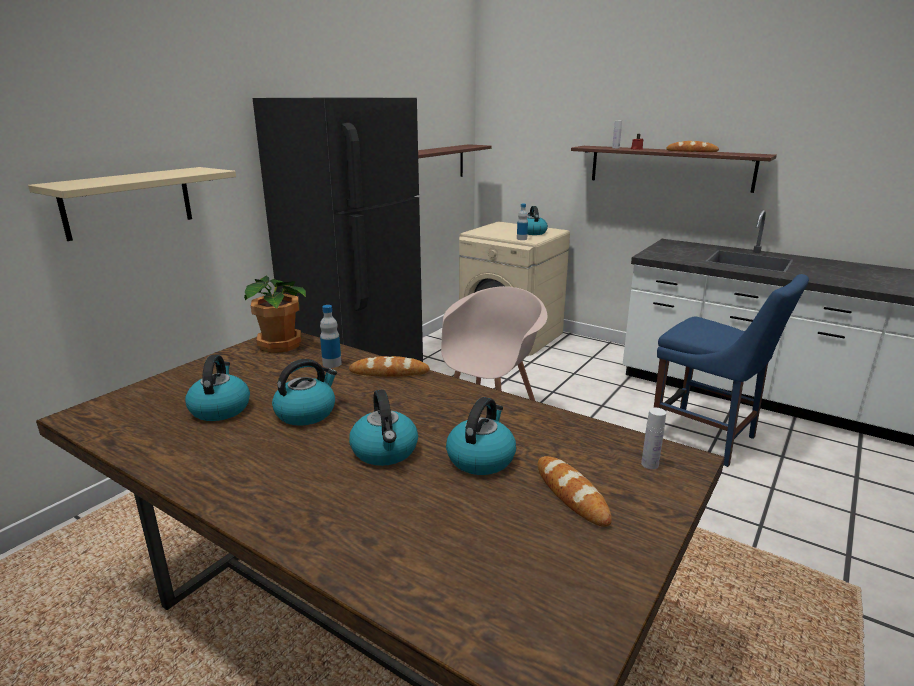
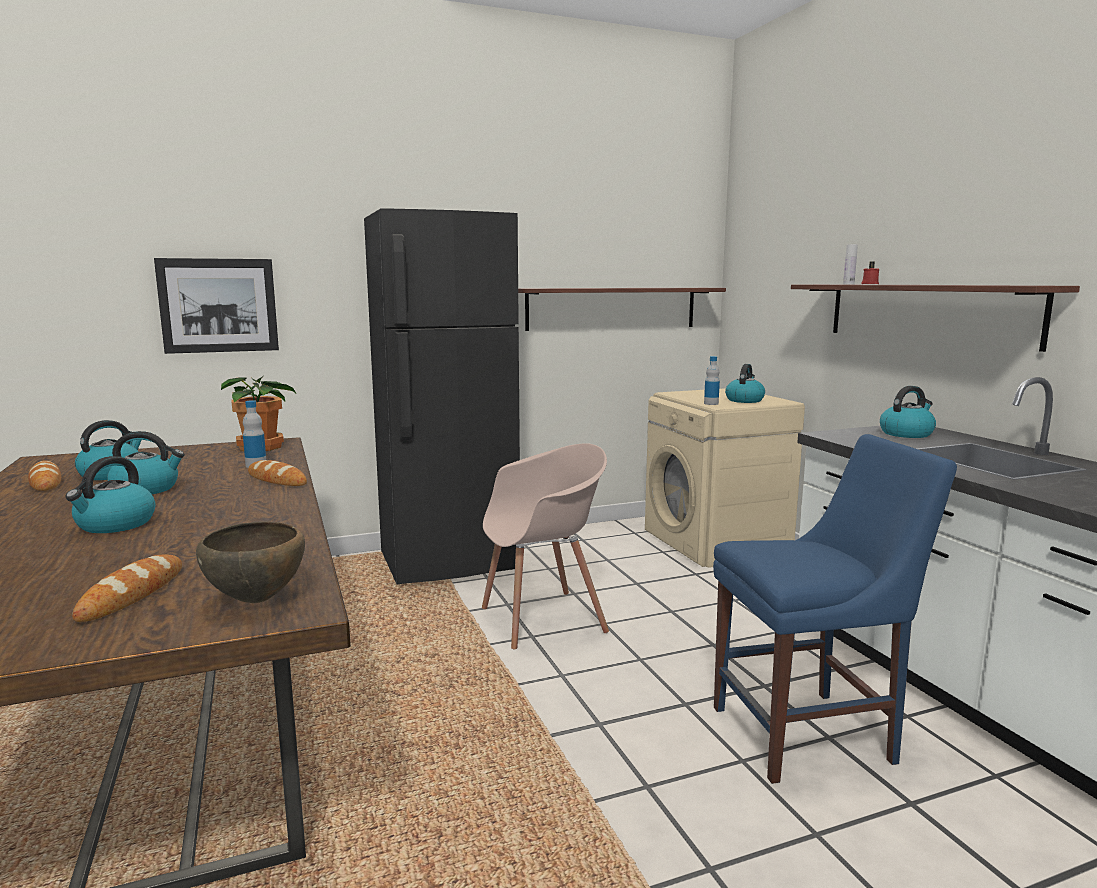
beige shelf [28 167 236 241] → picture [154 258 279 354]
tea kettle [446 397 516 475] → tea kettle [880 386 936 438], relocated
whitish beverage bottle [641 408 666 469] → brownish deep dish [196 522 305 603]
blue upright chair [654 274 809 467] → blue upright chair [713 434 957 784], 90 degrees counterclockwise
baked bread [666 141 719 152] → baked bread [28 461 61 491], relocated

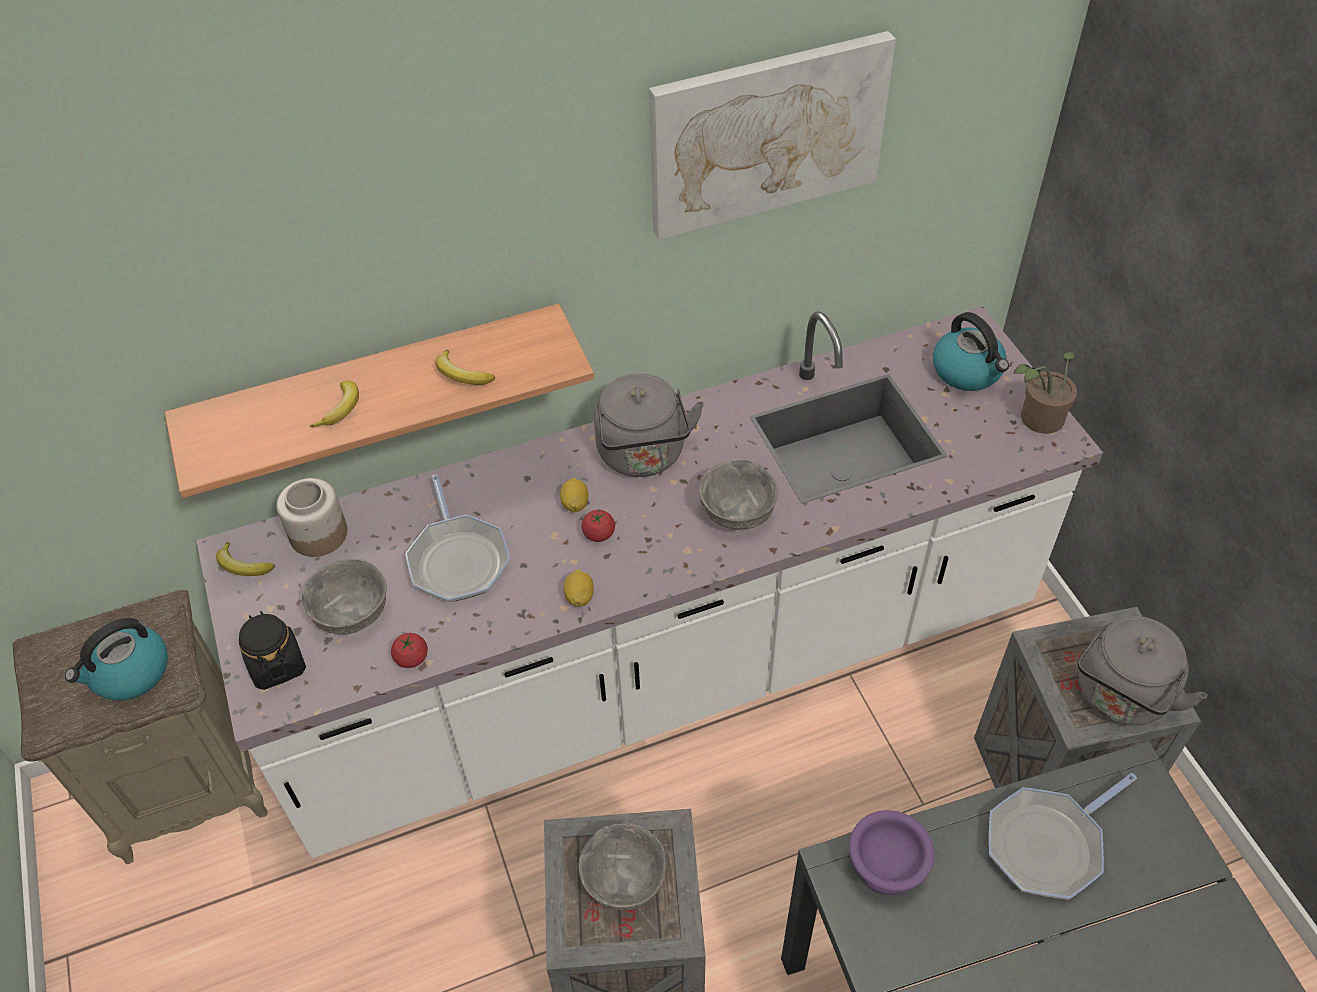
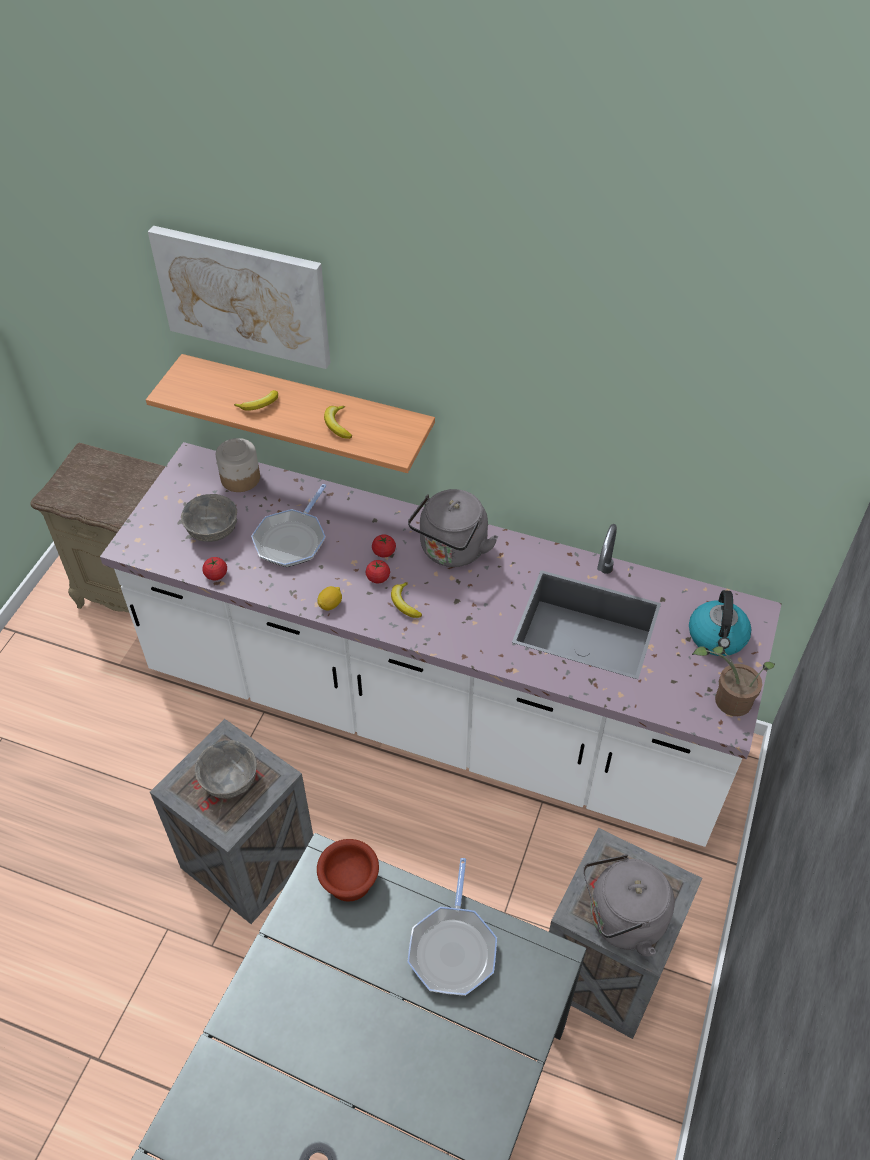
tea kettle [65 618 168 701] → -
banana fruit [216 542 275 576] → banana fruit [391 582 422 618], relocated
black preserve jar [239 611 306 690] → -
lemon [560 478 589 512] → tomato [372 534 396 558]
picture [649 31 896 239] → picture [148 226 331 369], relocated
grey deep dish [699 460 778 530] → -
purplish deep dish [849 810 934 895] → brownish deep dish [317 839 379 902]
pan [989 773 1137 900] → pan [408 858 497 996], 90 degrees counterclockwise

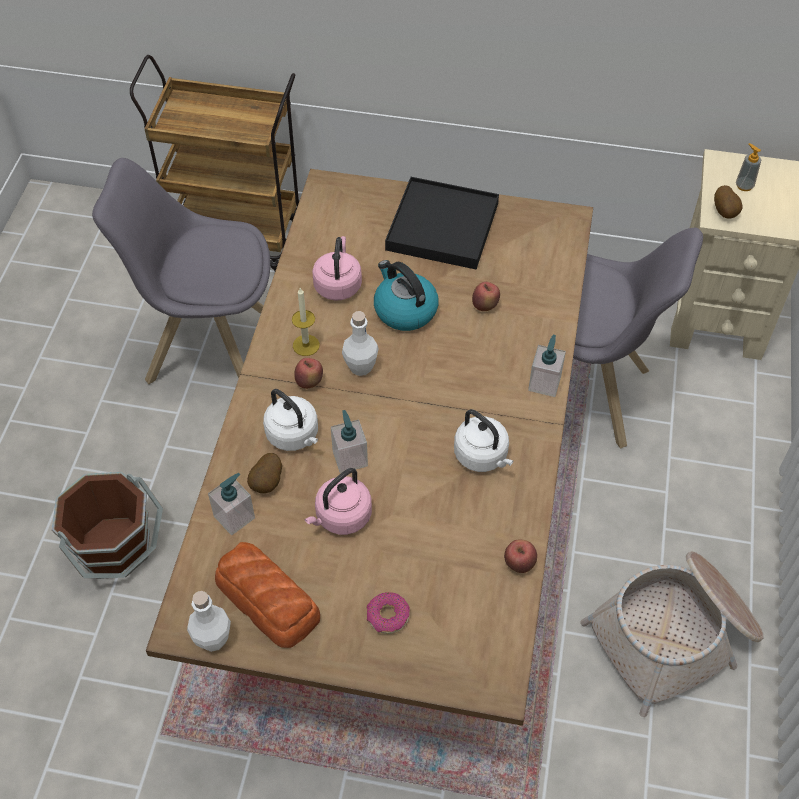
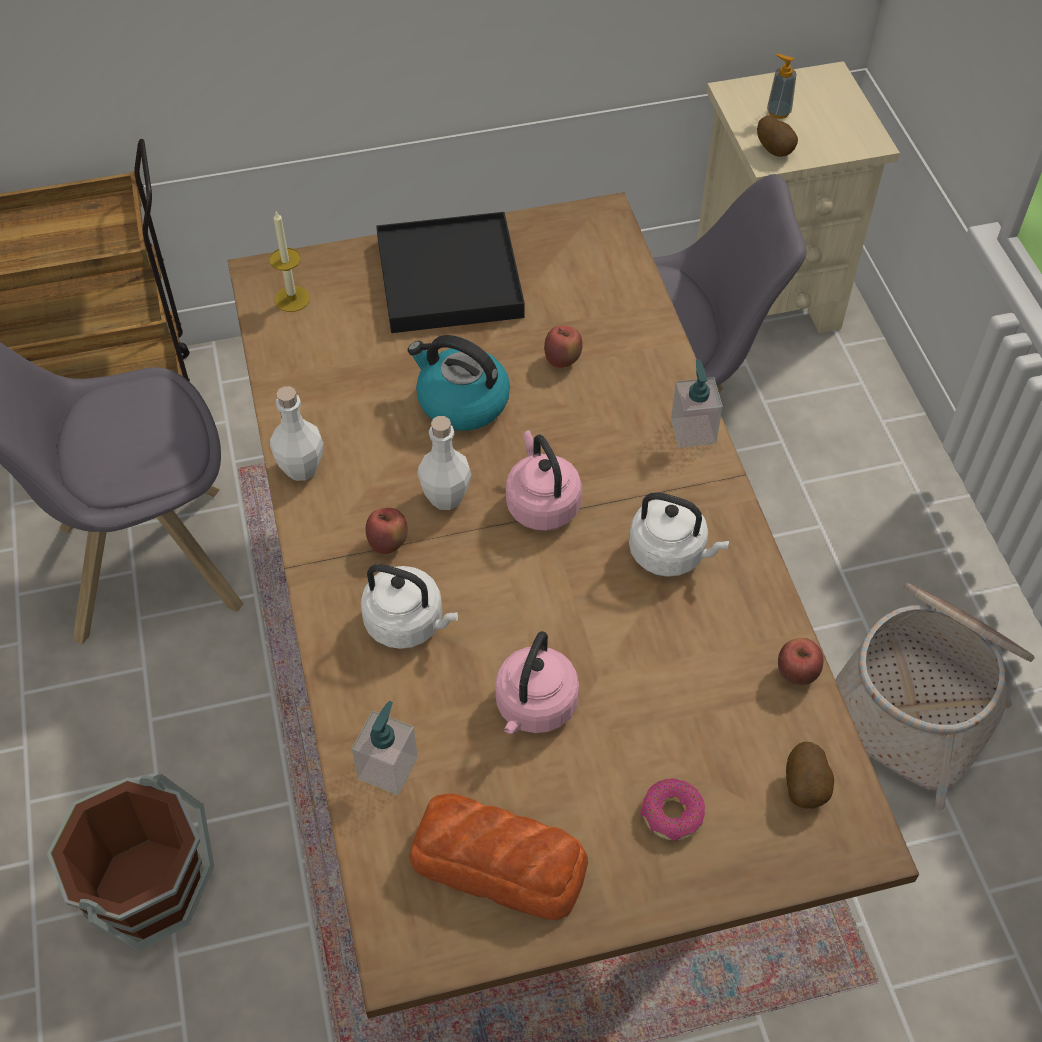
whitish beverage bottle [187 591 231 652] → whitish beverage bottle [270 386 323 481], relocated
whole potato [247 453 282 493] → whole potato [786 742 834 809], relocated
wax light [292 288 320 356] → wax light [269 210 310 312], relocated
pink-coloured tea kettle [312 236 362 301] → pink-coloured tea kettle [506 430 582 531], relocated
liquid soap bottle [331 410 368 473] → -

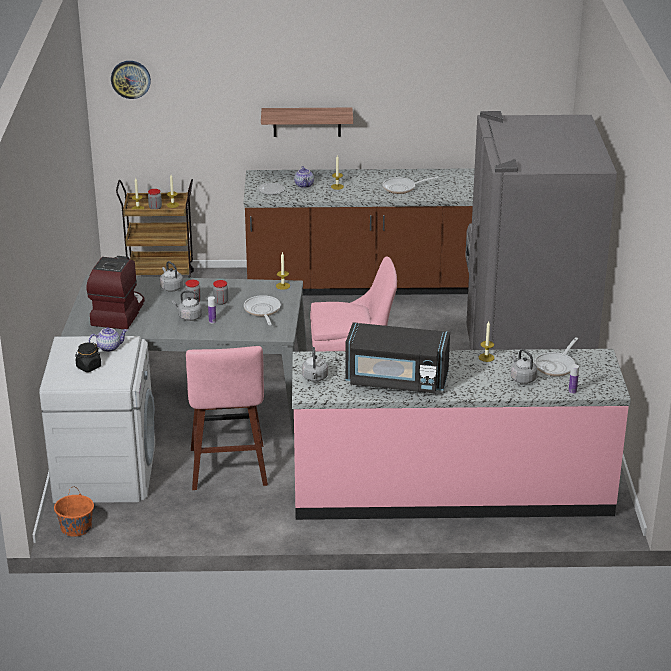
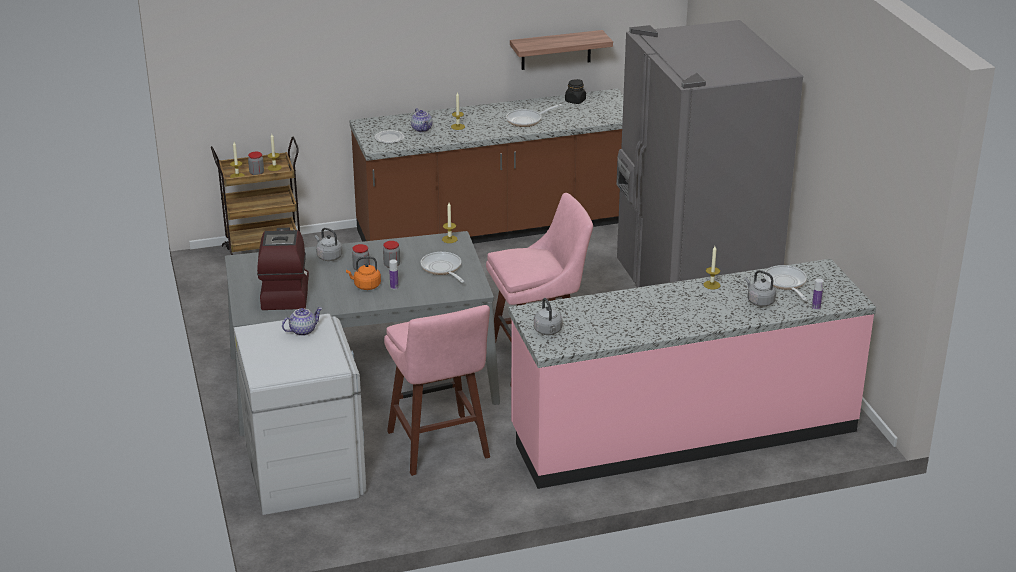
orange-coloured water bucket [54 486 94 537] → -
black preserve jar [75 342 101 372] → black preserve jar [565 79 586 104], relocated
wall clock [111 61 151 99] → -
grey tea kettle [172 291 202 321] → orange-coloured tea kettle [346 256 381 290]
shelf [261 108 353 137] → shelf [510 30 613 70], relocated
black microwave oven [345 322 450 393] → -
pan [535 337 578 376] → pan [764 265 807 301], 150 degrees clockwise

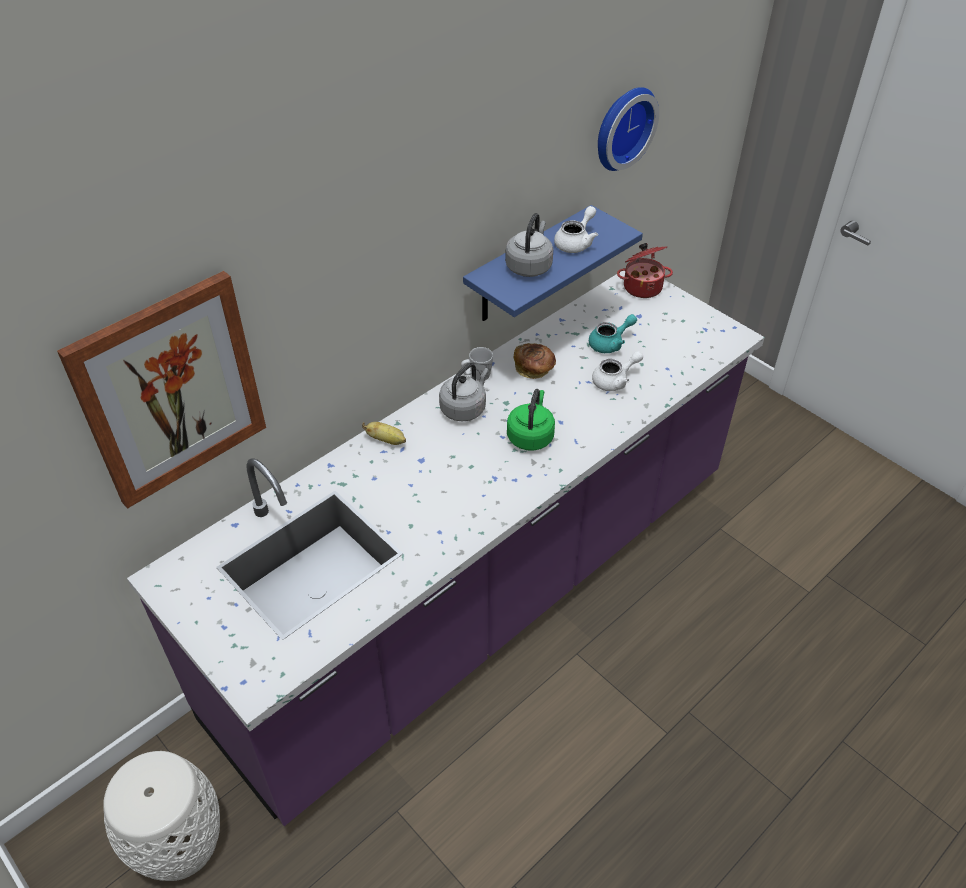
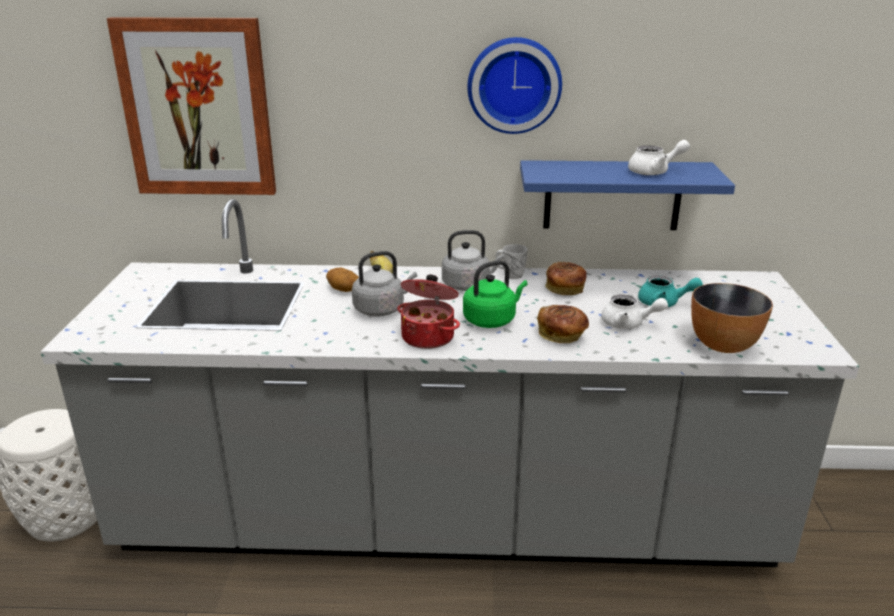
purplish kitchen counter [127 271 765 826] → grey kitchen counter [40 199 859 567]
grey tea kettle [505 213 553 277] → grey tea kettle [352 251 417 316], relocated
wall clock [598 87 659 171] → wall clock [468 37 562 134], relocated
stockpot [617 243 673 298] → stockpot [397 275 460 349], relocated
- → whole potato [326 268 359 292]
- → baked bread [537 305 589 343]
- → deep dish [691 283 773 353]

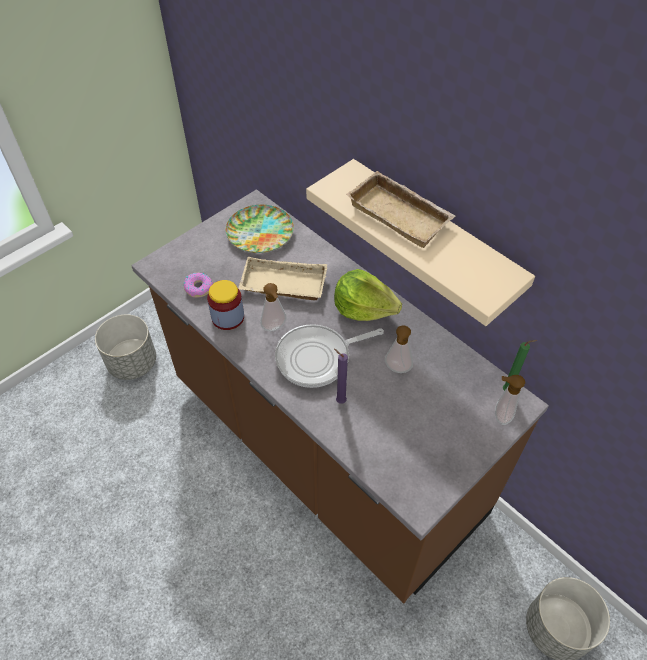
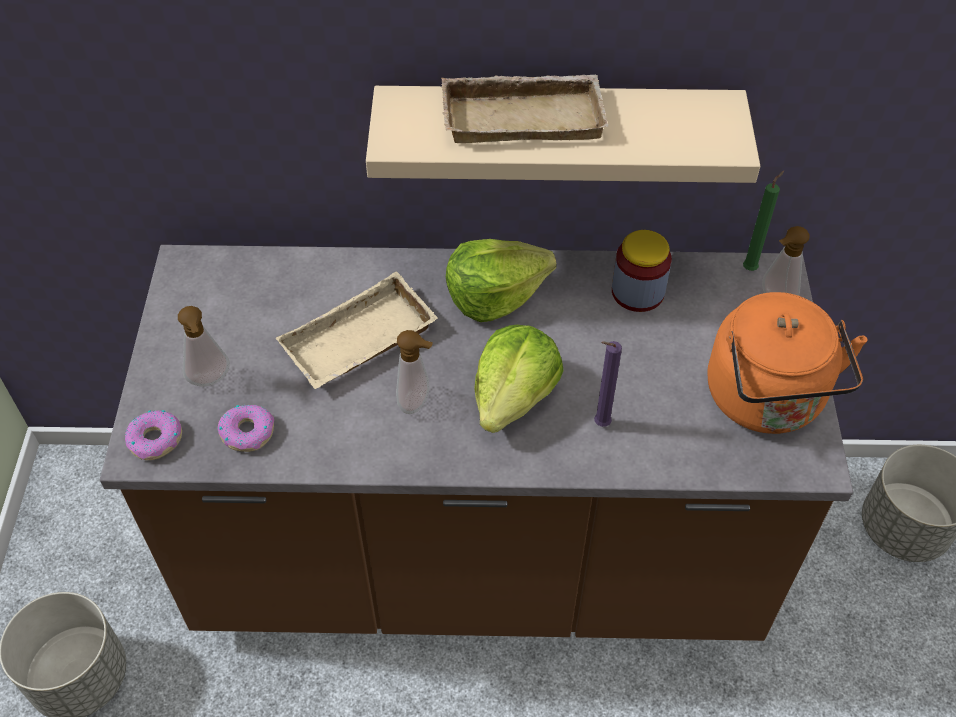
preserve jar [207 280 244 330] → preserve jar [612 230 672 312], relocated
flat dish [226 205 294 253] → -
pan [275 324 384 388] → lettuce head [474 325 564 433]
liquid soap bottle [385 325 413 373] → liquid soap bottle [178 306 230 387], relocated
- → doughnut [125 410 182 460]
- → orange-coloured tea kettle [707 292 868 434]

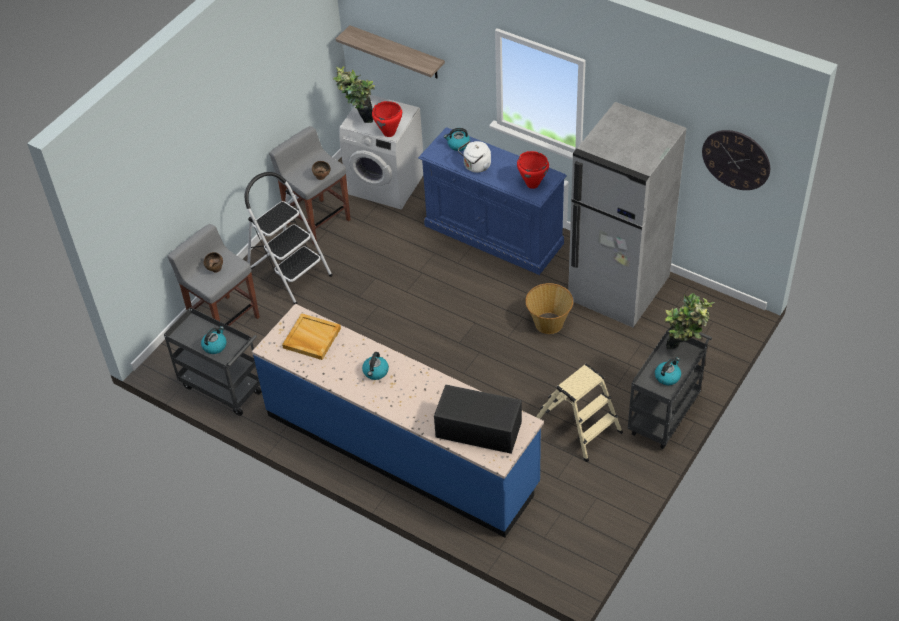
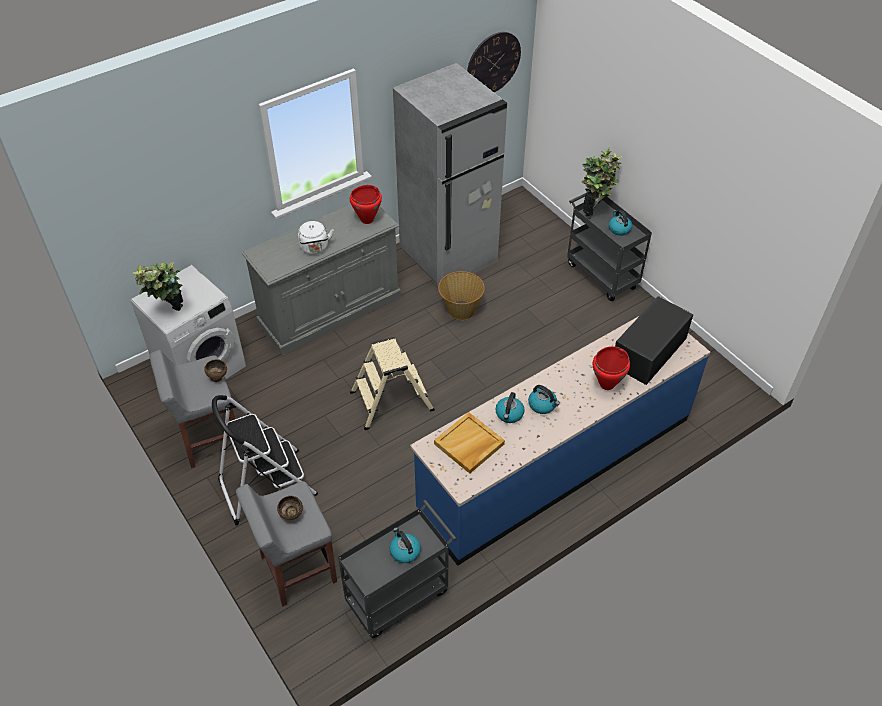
shelf [336 25 445 78] → -
red-coloured stockpot [372 101 402 137] → red-coloured stockpot [593 346 630 390], relocated
blue cabinet [418 128 567 275] → grey cabinet [242 205 401 355]
tea kettle [444 128 470 151] → tea kettle [495 392 525 423], relocated
beige step ladder [536 363 623 462] → beige step ladder [350 337 435 430], relocated

